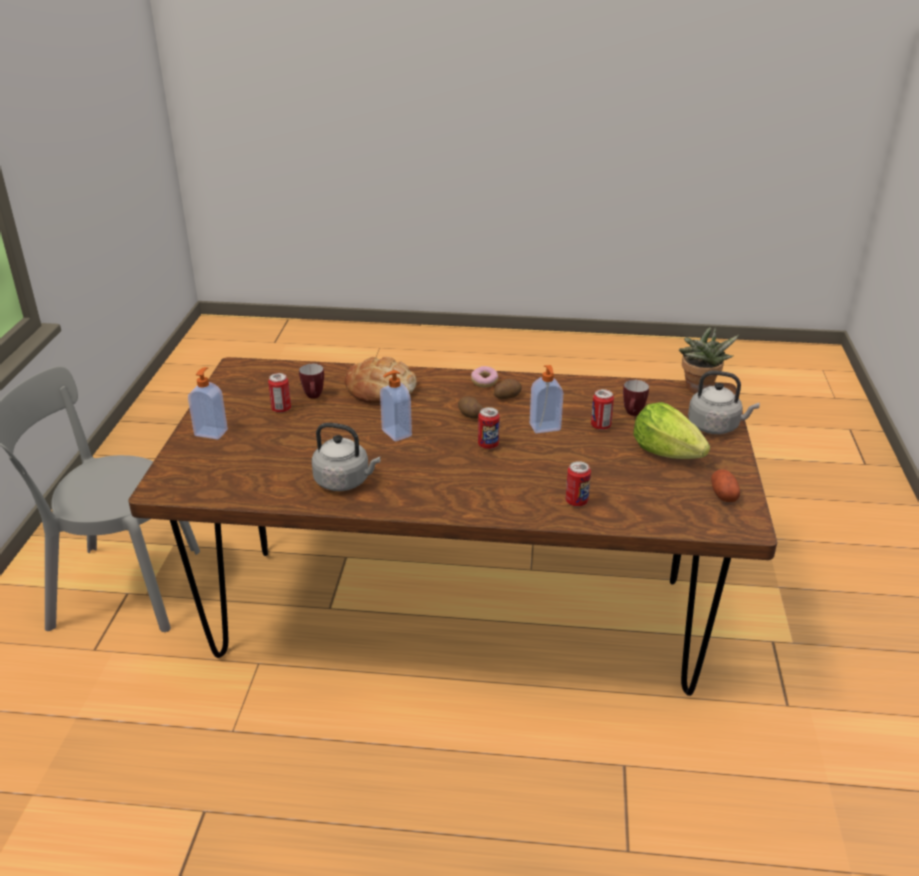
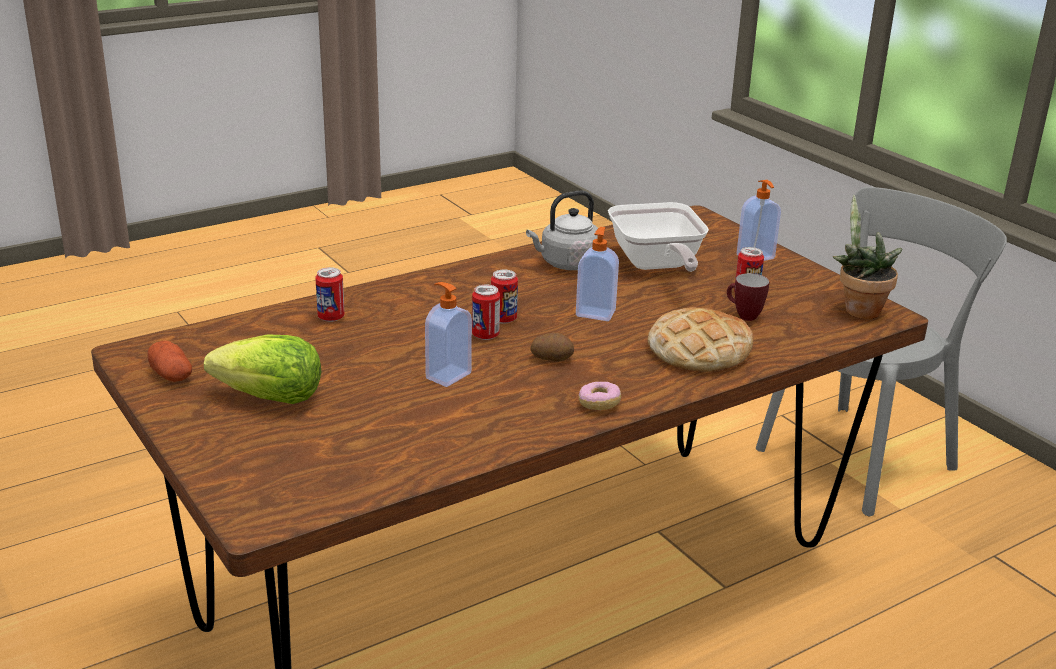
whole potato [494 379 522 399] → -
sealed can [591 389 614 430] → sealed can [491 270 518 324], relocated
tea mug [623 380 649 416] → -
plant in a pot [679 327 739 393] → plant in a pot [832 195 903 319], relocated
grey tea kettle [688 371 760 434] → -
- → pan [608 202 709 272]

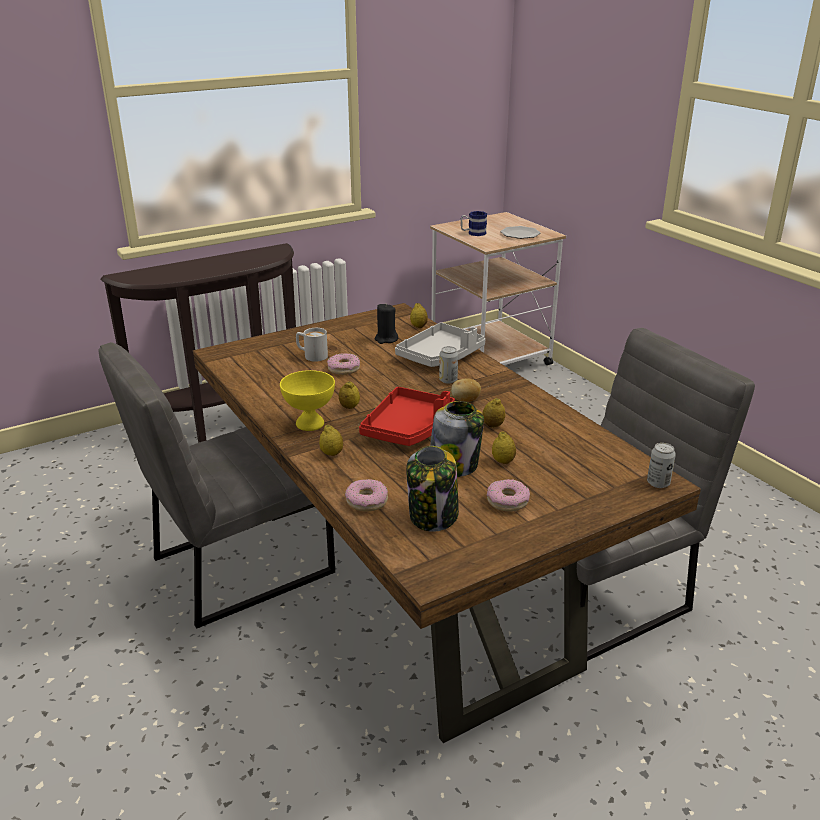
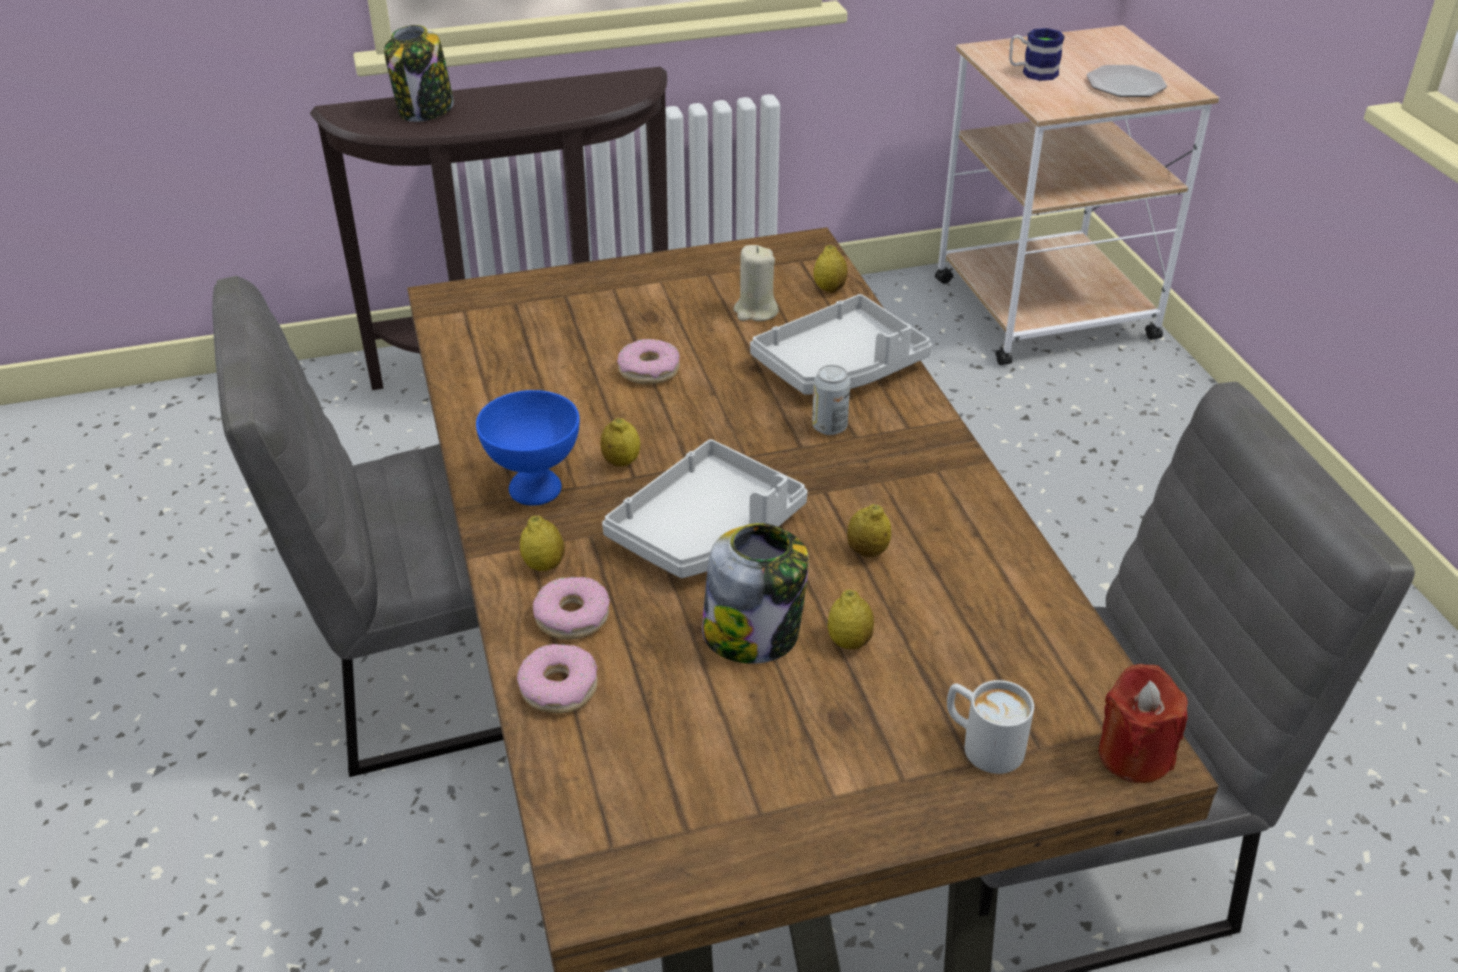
yellowish deep dish [280 370 335 431] → blue deep dish [476 390 580 506]
whitish tea mug [296 328 328 362] → whitish tea mug [947 680 1034 774], relocated
red-coloured tray [359 387 455 446] → grey tray [602 439 808 578]
black wax light [375 303 398 344] → beige wax light [734 245 779 321]
preserve jar [406 446 459 532] → preserve jar [384 25 454 122], relocated
whole potato [451 379 481 402] → -
doughnut [487 479 530 512] → doughnut [533 577 610 640], relocated
sealed can [647 443 676 488] → red-coloured wax light [1099 664 1188 783]

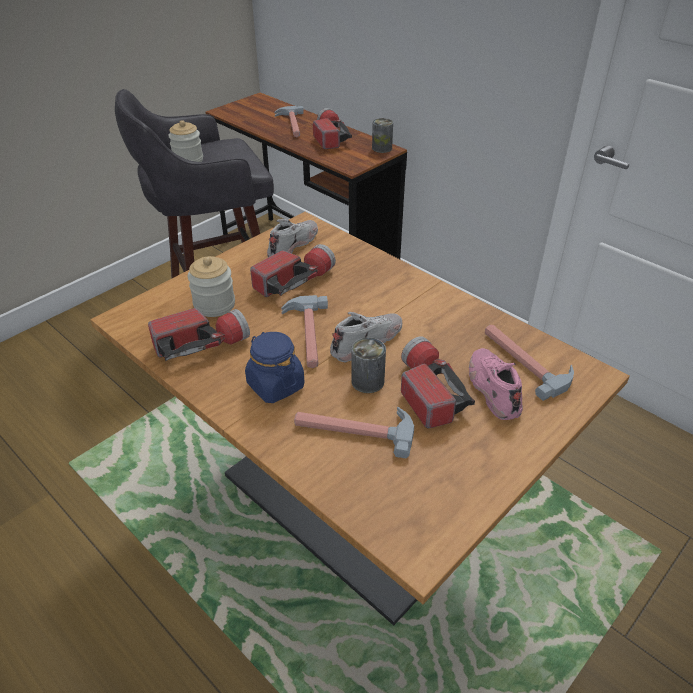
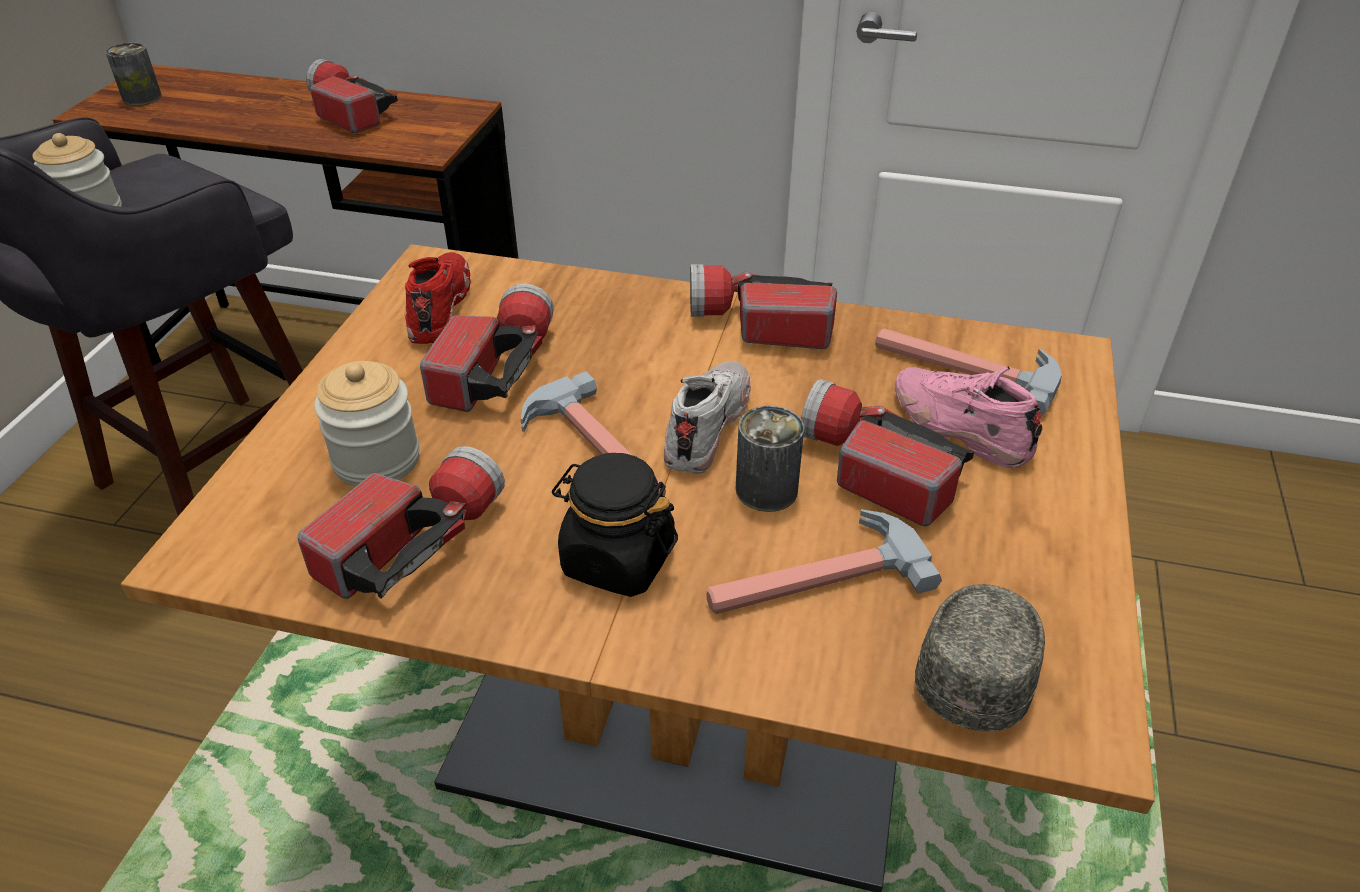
blue preserve jar [245 332 304 403] → black preserve jar [552 453 678 597]
whitish low shoe [267 219 318 257] → red-coloured low shoe [405 252 471 344]
hammer [274 106 304 137] → -
sealed can [372 118 393 153] → sealed can [106 42 162 106], relocated
- → torch [690 264 837 349]
- → grey cap [915 584 1045 732]

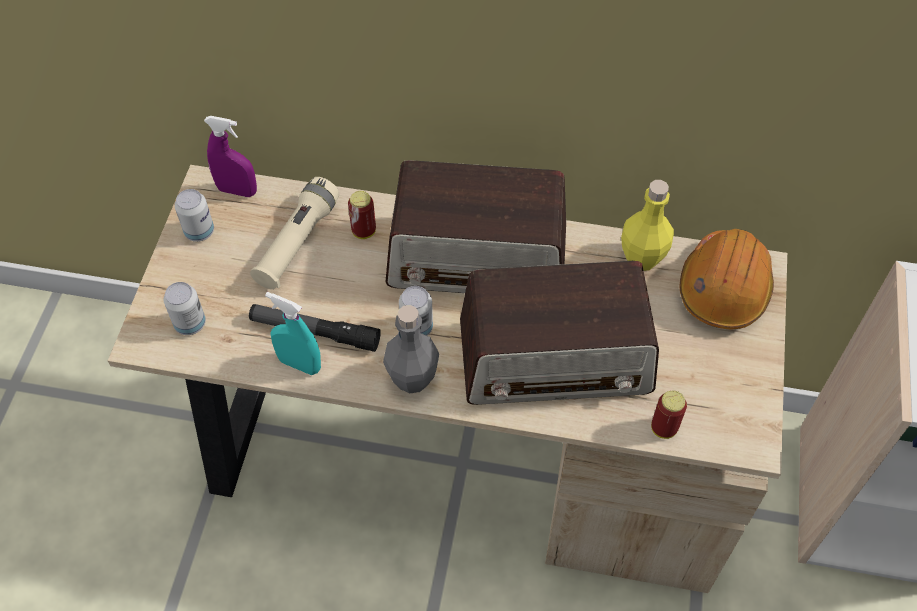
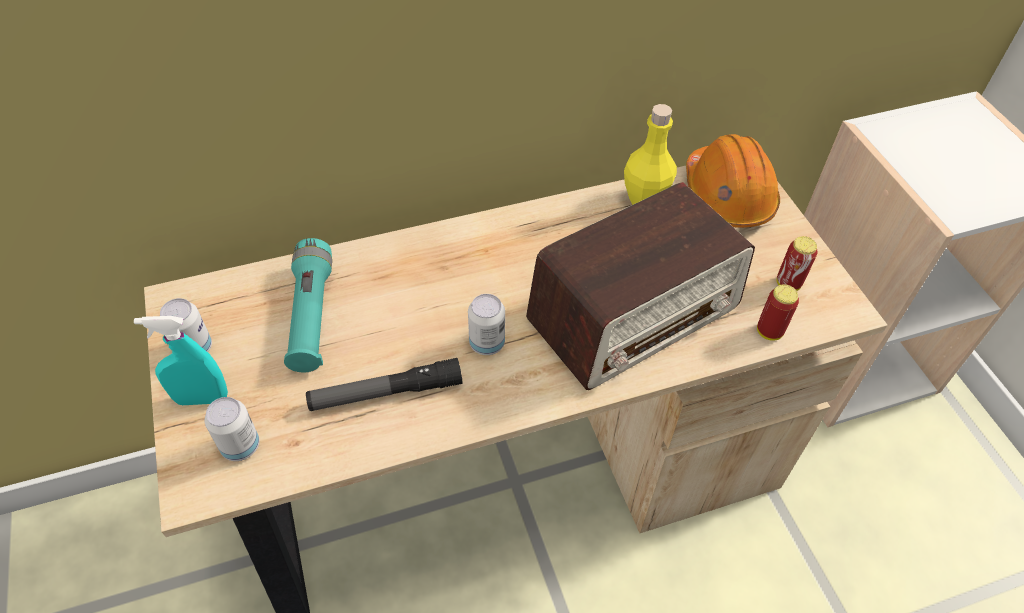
purplish hand sprayer [204 116 257 197] → -
beige torch [250 177 339 289] → blue-green torch [284 238 332 372]
blue-green hand sprayer [265 292 321 375] → blue-green hand sprayer [134 316 228 405], relocated
sealed can [348 191 376 239] → sealed can [777 236 817 291], relocated
grey beverage bottle [383 305 439 393] → -
radio set [386 160 566 293] → -

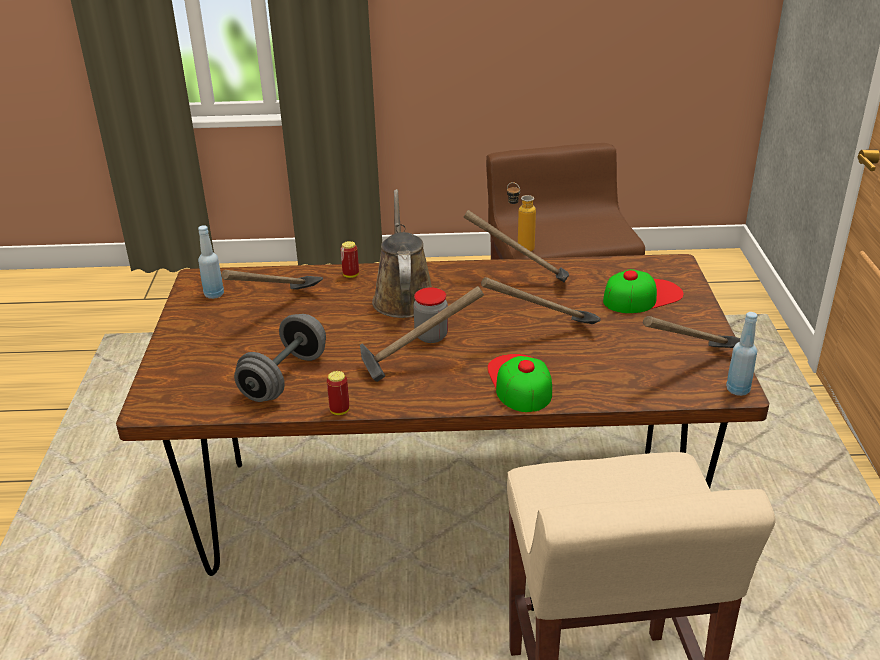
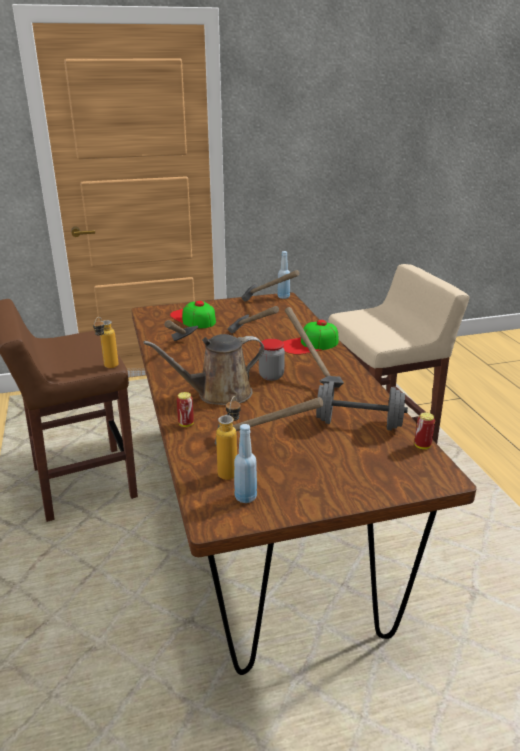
sealed can [327 371 349 415] → sealed can [414 412 435 449], relocated
- → beverage bottle [216 396 241 480]

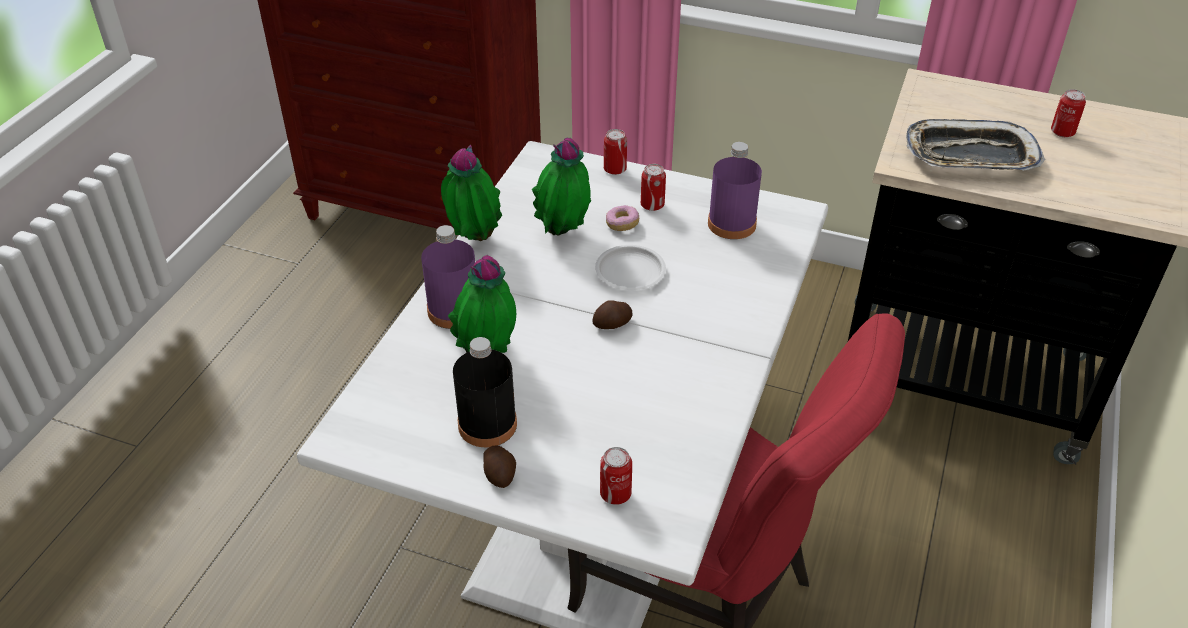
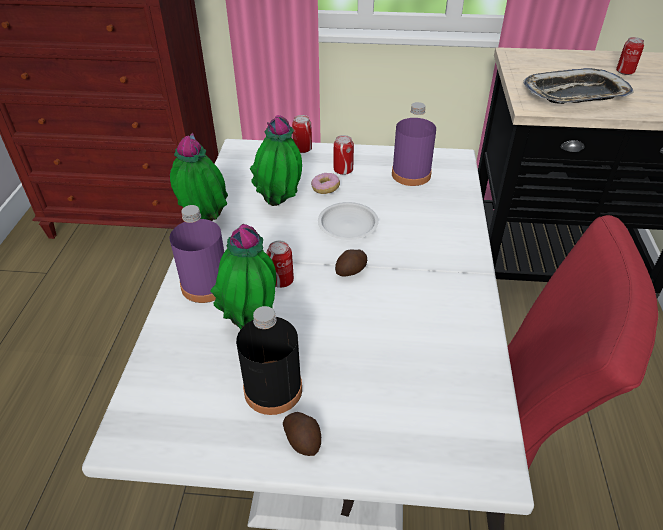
sealed can [600 447 632 505] → sealed can [266 241 294 288], relocated

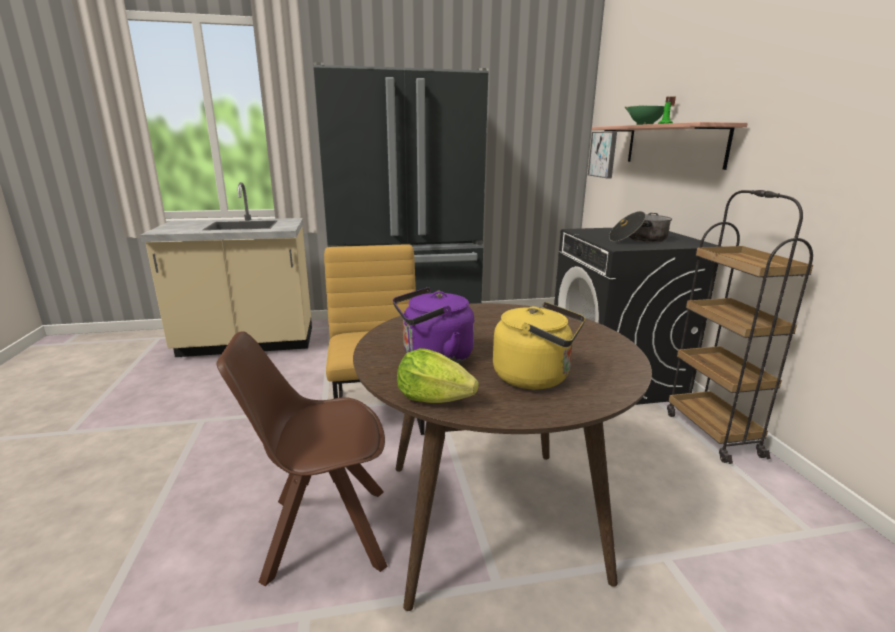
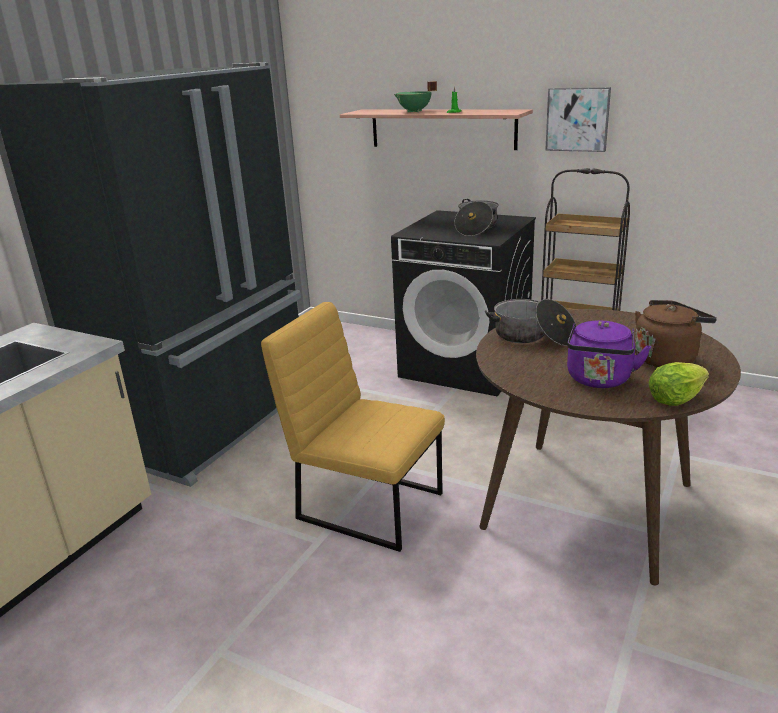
brownish upright chair [216 331 388 586] → -
yellowish tea kettle [493 302 585 389] → brownish tea kettle [634 300 717 367]
picture [588 132 617 178] → picture [545 87 611 152], relocated
- → stockpot [485 299 576 346]

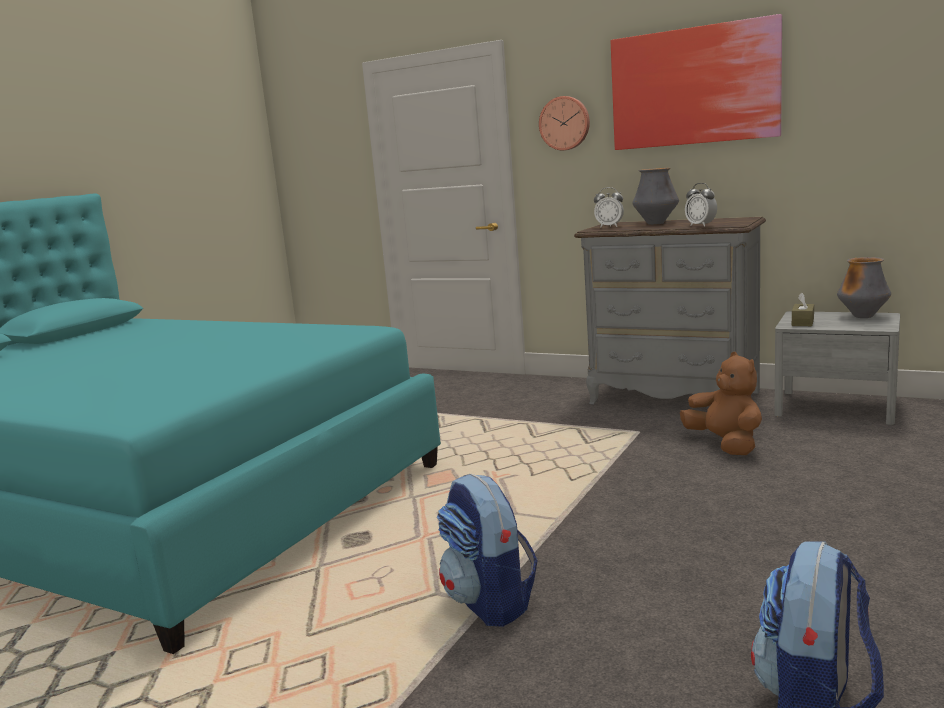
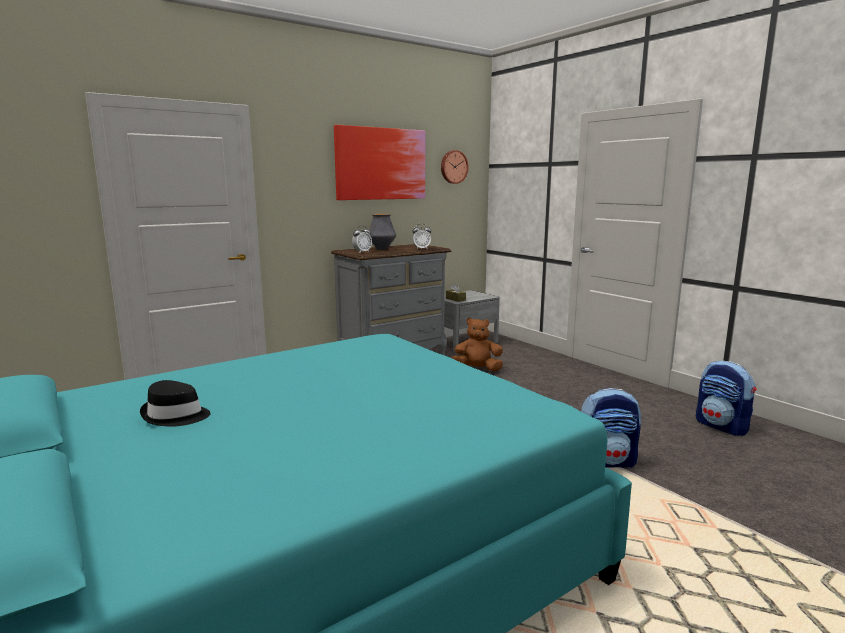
wall clock [539 96 590 150] → wall clock [441 150 469 184], relocated
vase [837 257 891 318] → -
- → black clothing hat [140 380 211 427]

